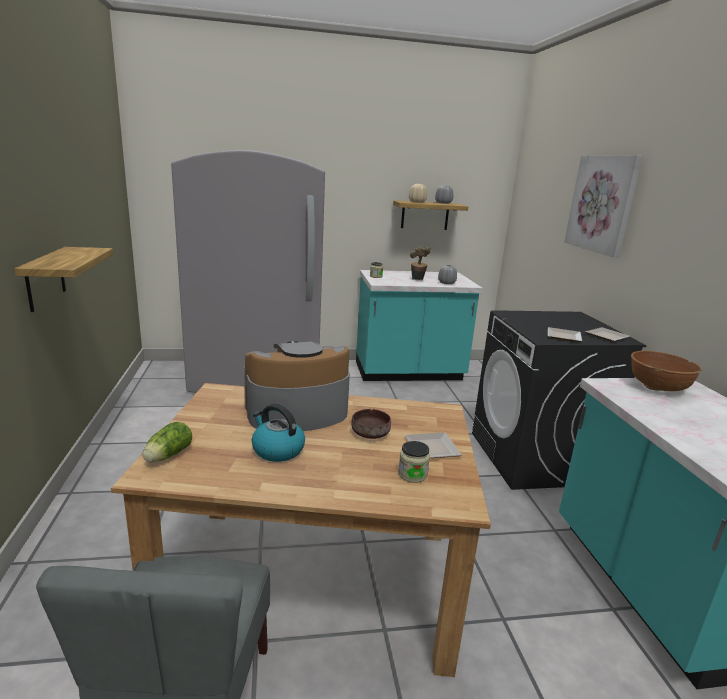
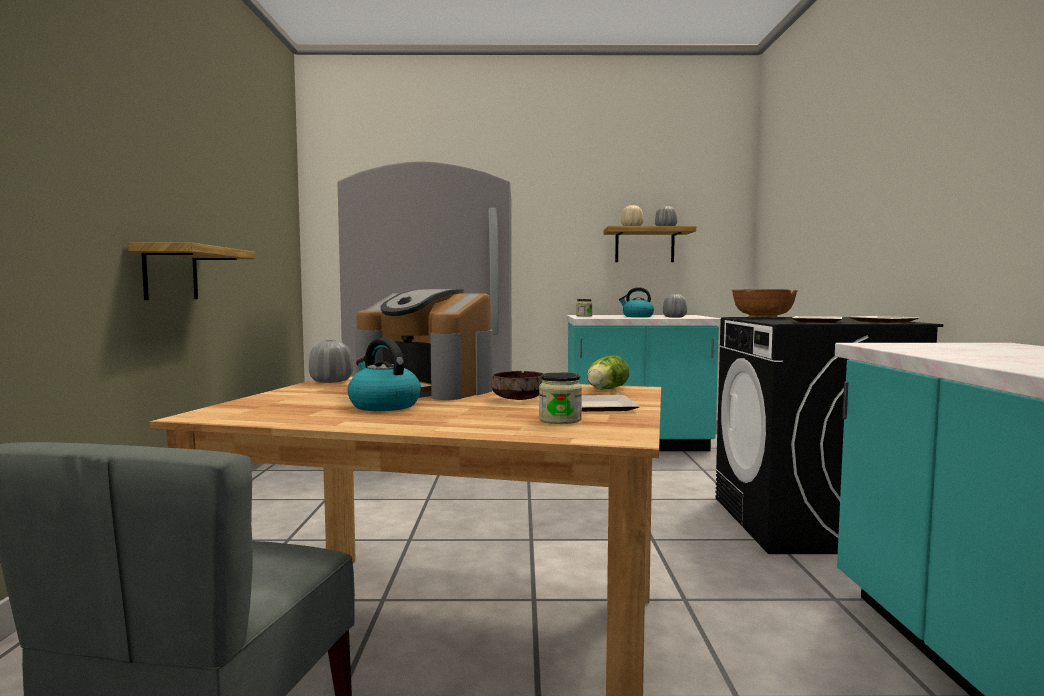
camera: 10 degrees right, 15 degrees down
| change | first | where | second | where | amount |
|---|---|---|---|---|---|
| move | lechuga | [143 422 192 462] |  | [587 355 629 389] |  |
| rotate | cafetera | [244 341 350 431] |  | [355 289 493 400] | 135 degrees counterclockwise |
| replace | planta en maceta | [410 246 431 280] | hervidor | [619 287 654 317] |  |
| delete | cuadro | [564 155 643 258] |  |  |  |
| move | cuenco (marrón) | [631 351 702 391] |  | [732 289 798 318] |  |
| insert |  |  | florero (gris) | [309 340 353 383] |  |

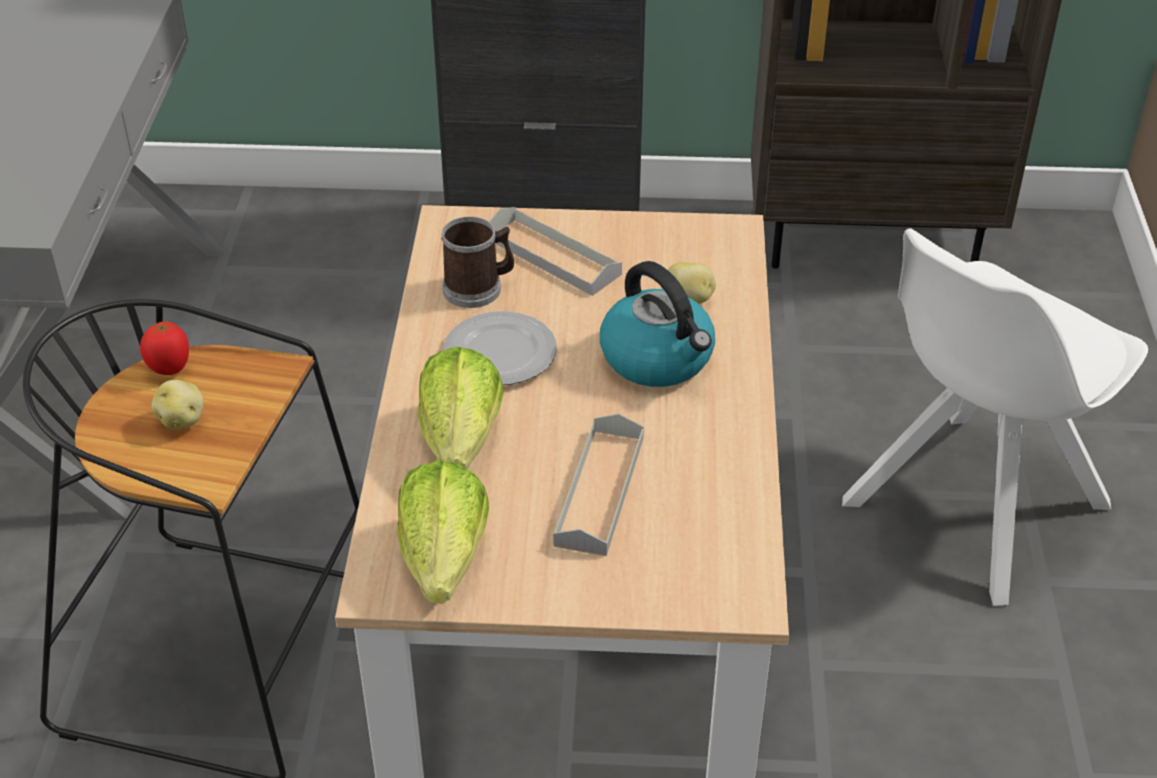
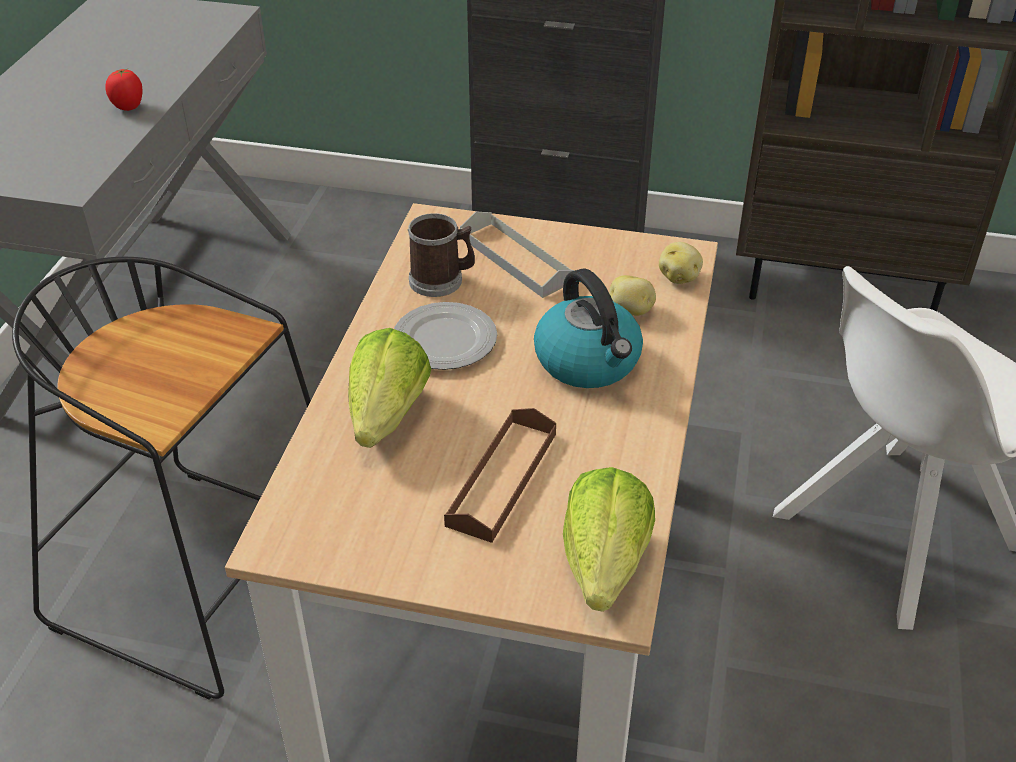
camera: 10 degrees right, 0 degrees up
| change | first | where | second | where | amount |
|---|---|---|---|---|---|
| move | tomate | [140 321 189 375] |  | [105 69 143 111] |  |
| move | patata | [151 380 204 430] |  | [659 242 703 284] |  |
| move | lechuga | [397 460 489 604] |  | [563 467 655 612] |  |
| recolor | bandeja (gris) | [553 414 644 556] | bandeja (marrón) | [444 408 556 543] |  |

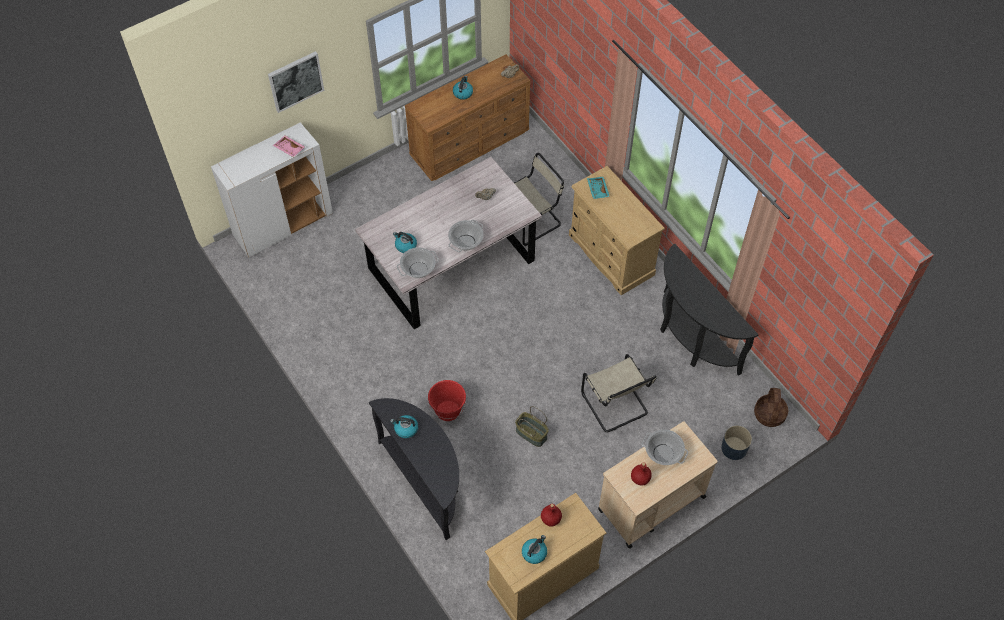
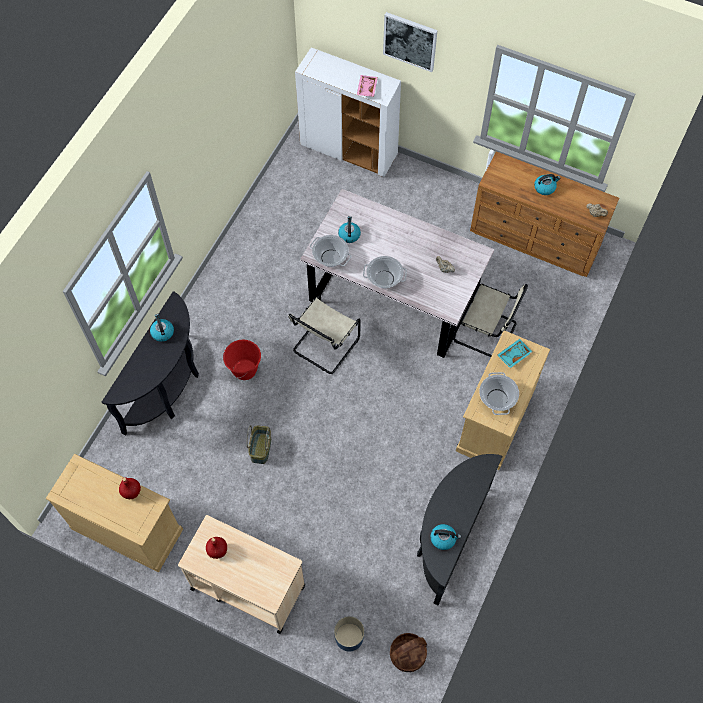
camera: 60 degrees right, 5 degrees up
| change | first | where | second | where | amount |
|---|---|---|---|---|---|
| move | hervidor | [522 535 547 564] |  | [431 524 461 550] |  |
| move | silla (beis) | [581 354 656 432] |  | [288 295 361 374] |  |
| move | olla | [642 429 688 465] |  | [479 372 519 415] |  |

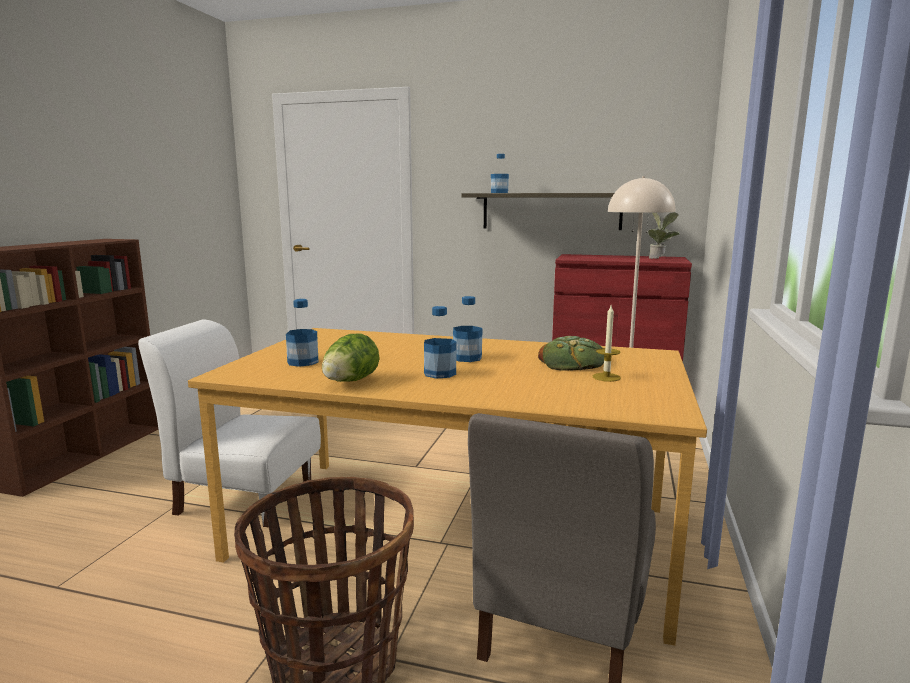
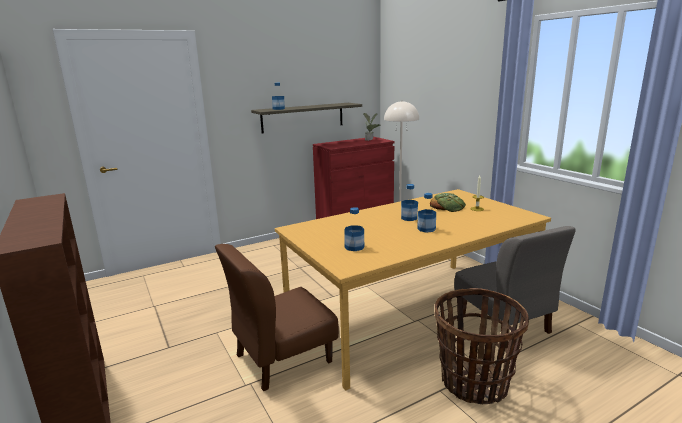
camera: 45 degrees left, 5 degrees up
| change | first | where | second | where | amount |
|---|---|---|---|---|---|
| recolor | silla (blanco) | [138 319 321 527] | silla (marrón) | [215 244 339 391] |  |
| delete | lechuga | [322 333 380 382] |  |  |  |

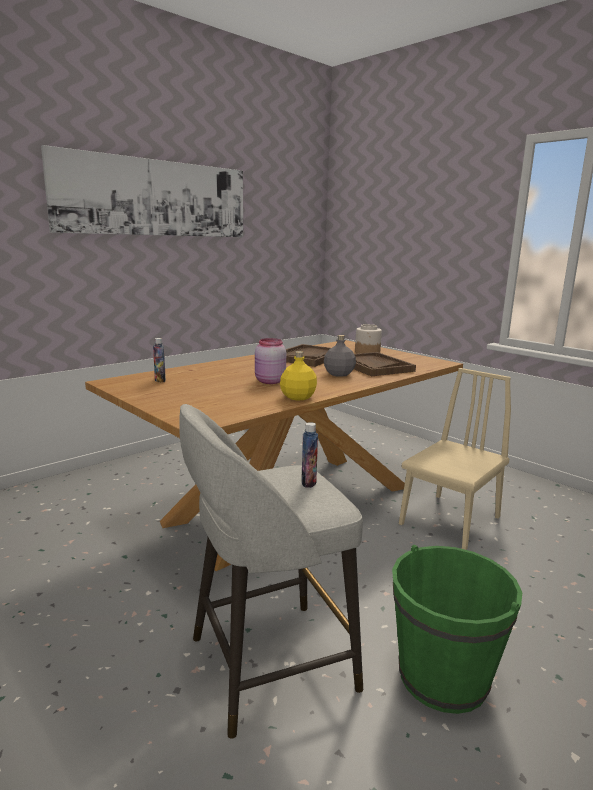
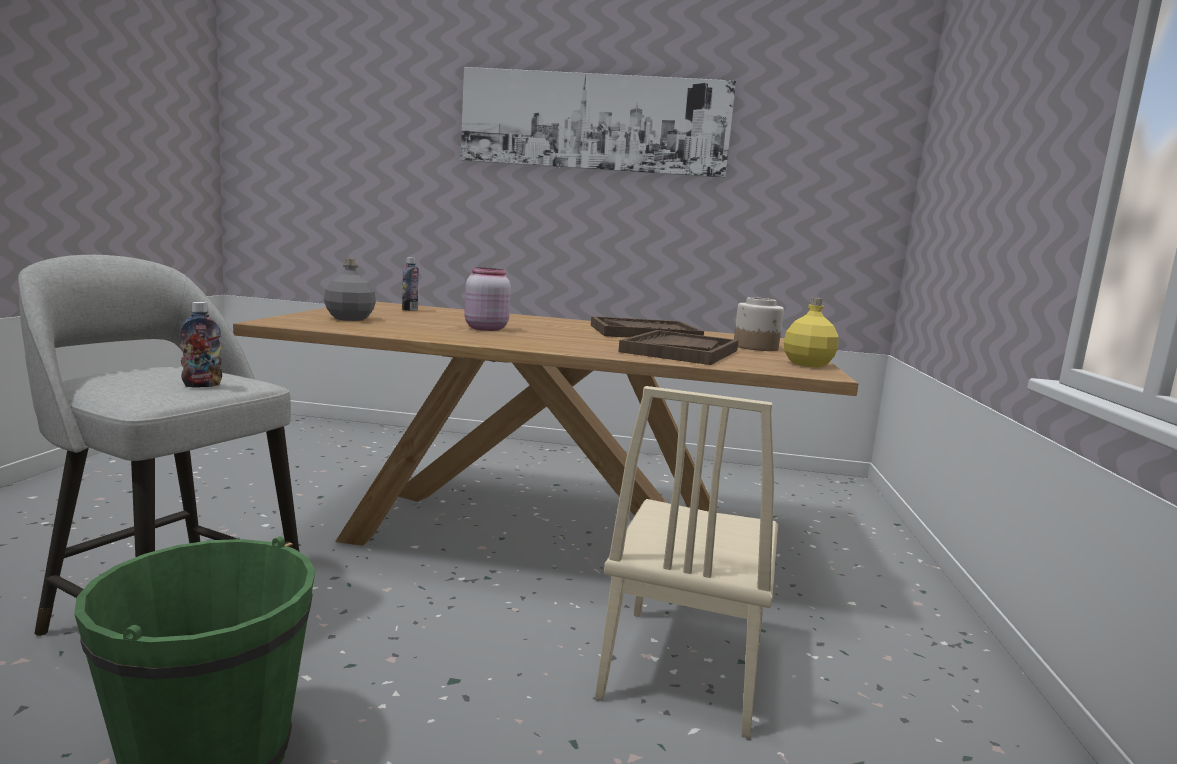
camera: 50 degrees right, 5 degrees down
| change | first | where | second | where | amount |
|---|---|---|---|---|---|
| move | botella (amarillo) | [280 351 317 400] |  | [783 298 838 368] |  |
| move | botella (gris) | [324 335 356 377] |  | [324 258 376 321] |  |
| rotate | silla (beis) | [399 368 511 550] |  | [595 386 778 739] | 105 degrees clockwise |

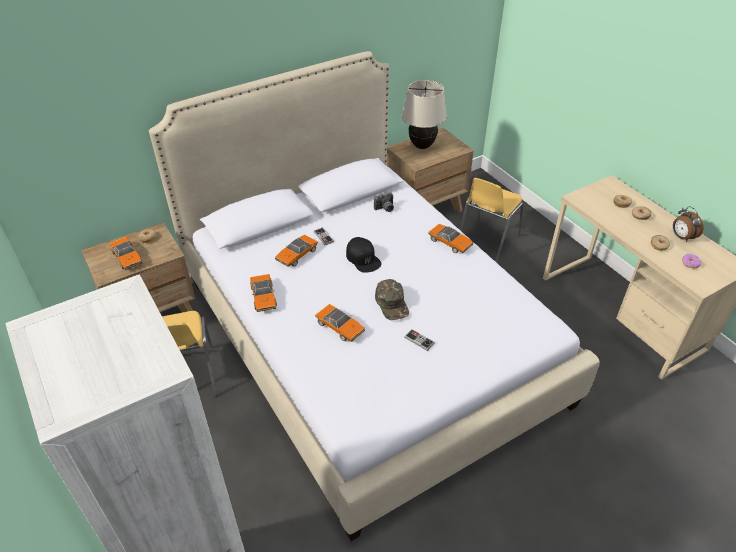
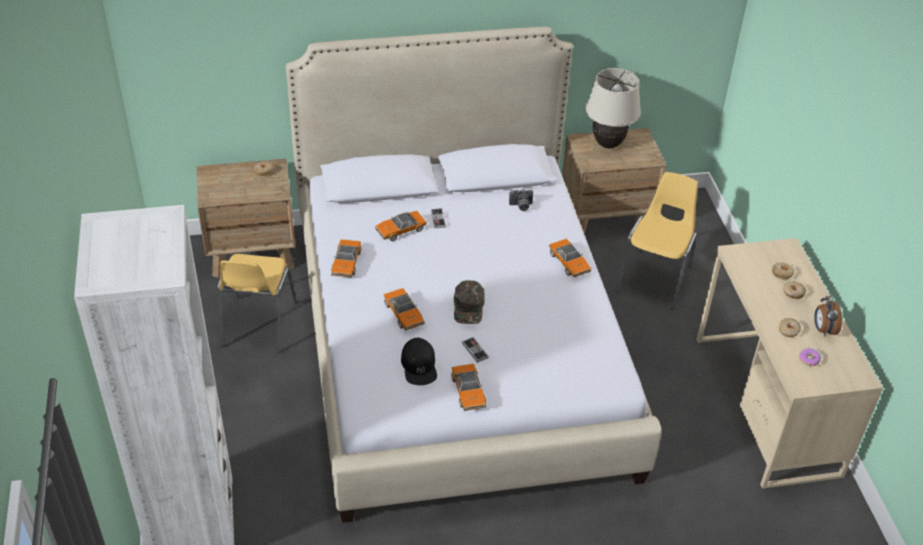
camera: 20 degrees right, 0 degrees up
| change | first | where | second | where | amount |
|---|---|---|---|---|---|
| move | coche de juguete | [109 237 143 270] |  | [451 364 486 411] |  |
| move | gorra (negro) | [346 237 382 273] |  | [401 338 437 385] |  |
| rotate | silla (amarillo) | [460 178 524 263] |  | [616 172 698 310] | 150 degrees clockwise |

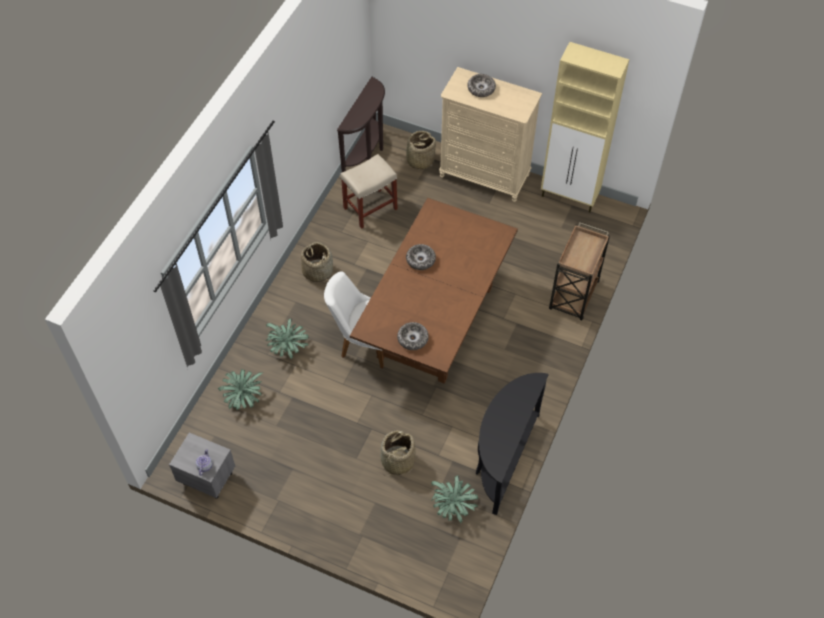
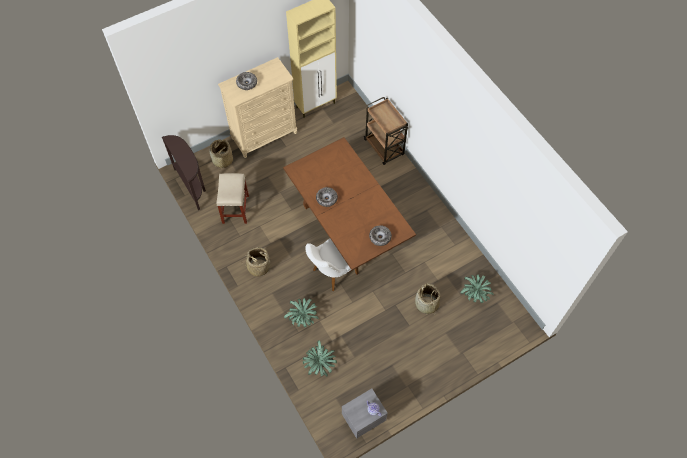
camera: 55 degrees left, 5 degrees up
| change | first | where | second | where | amount |
|---|---|---|---|---|---|
| delete | mesa consola (negro) | [476 373 549 515] |  |  |  |

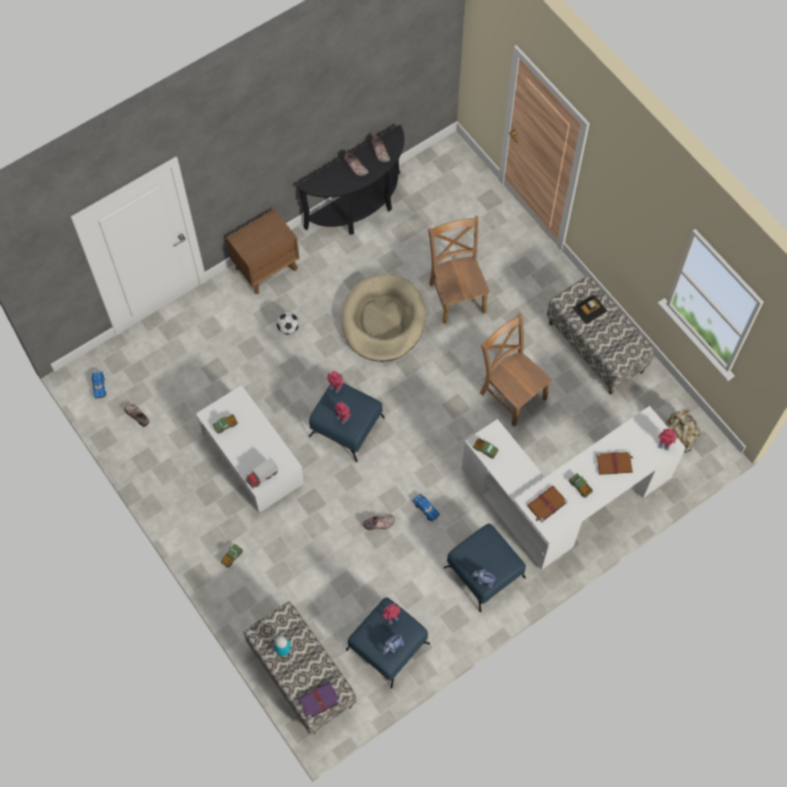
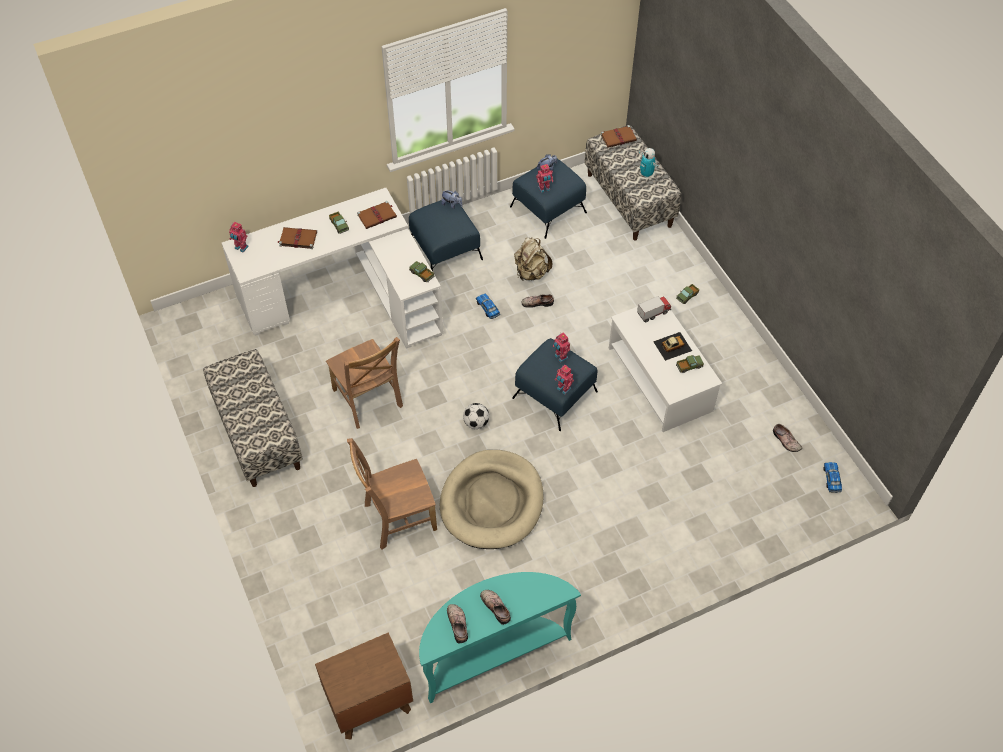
camera: 170 degrees left, 10 degrees down
| change | first | where | second | where | amount |
|---|---|---|---|---|---|
| move | mesita de noche (marrón) | [226 209 299 294] |  | [315 632 413 739] |  |
| move | balón de fútbol | [276 312 299 335] |  | [463 403 489 429] |  |
| recolor | mesa consola (negro) | [296 125 404 235] | mesa consola (turquesa) | [419 572 581 703] |  |
| recolor | libro (morado) | [299 682 340 719] | libro (marrón) | [601 125 637 148] |  |
| rotate | silla (marrón) | [428 216 489 324] |  | [347 438 437 549] | 75 degrees clockwise |
| move | coche de juguete | [572 295 607 324] |  | [653 332 692 361] |  |
| move | mochila (beis) | [665 409 701 453] |  | [514 238 552 280] |  |

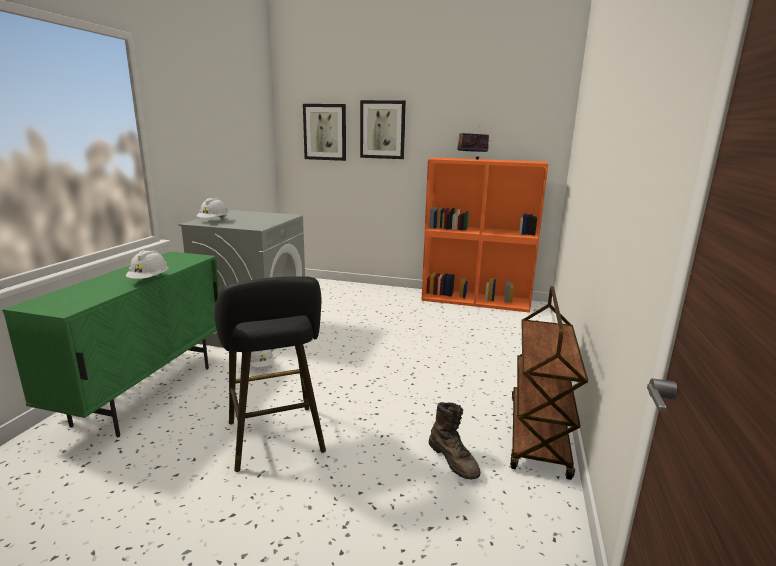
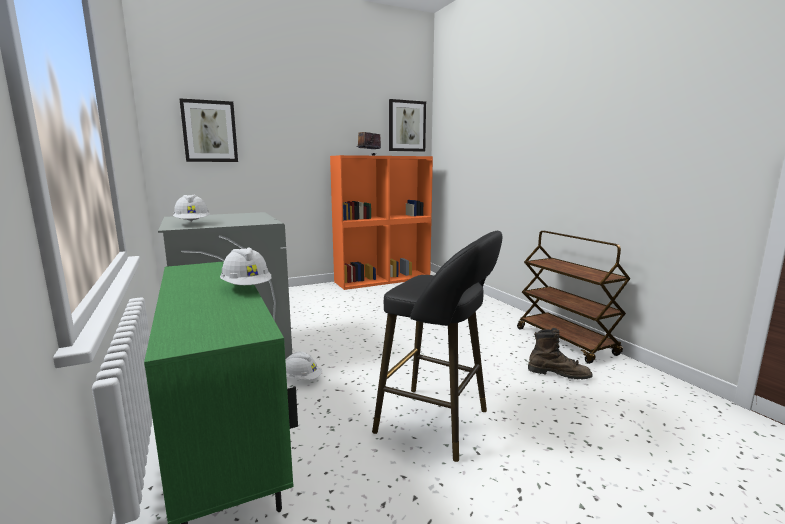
camera: 40 degrees left, 5 degrees down
| change | first | where | second | where | amount |
|---|---|---|---|---|---|
| move | cuadro | [360 100 406 159] |  | [389 99 426 152] |  |

